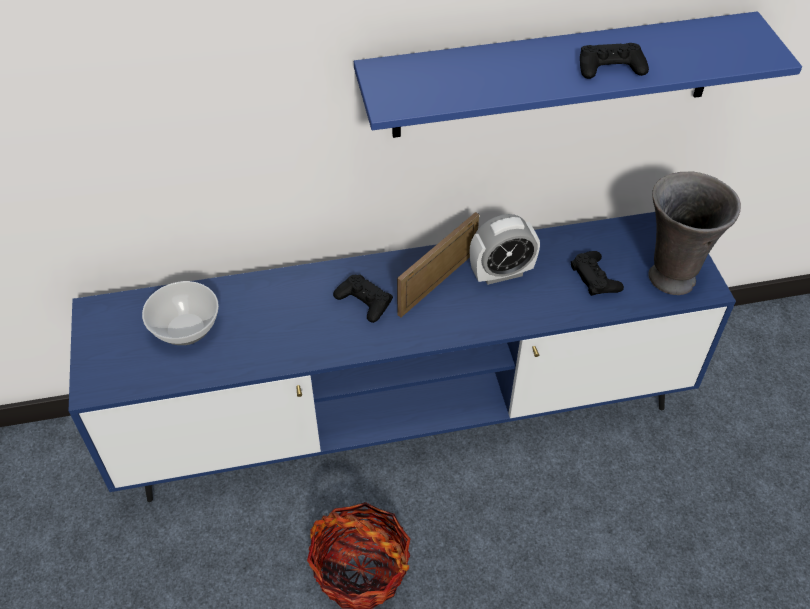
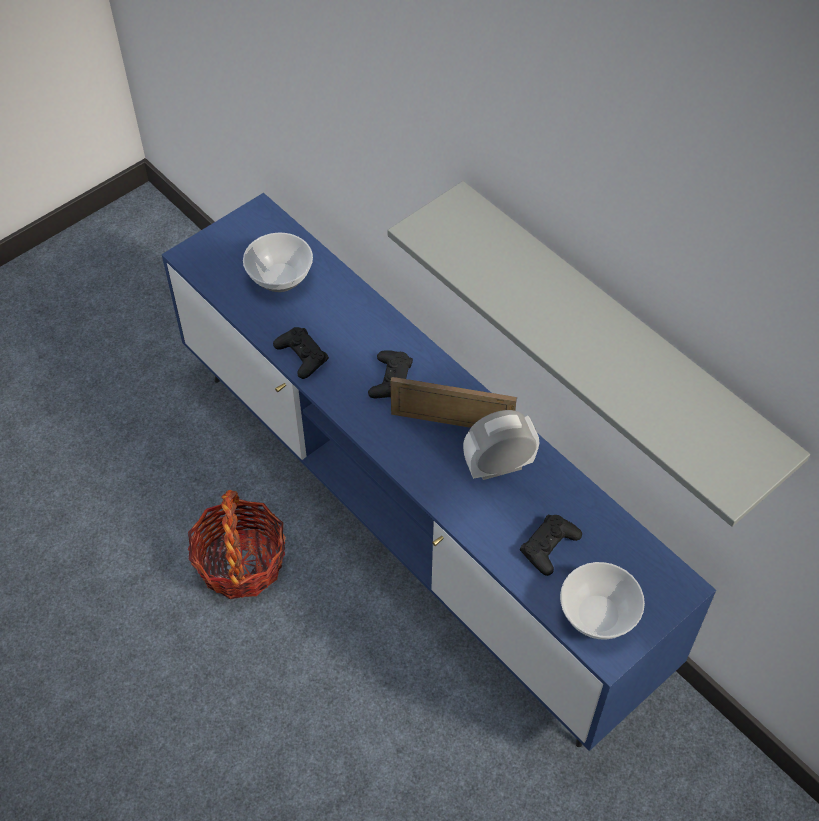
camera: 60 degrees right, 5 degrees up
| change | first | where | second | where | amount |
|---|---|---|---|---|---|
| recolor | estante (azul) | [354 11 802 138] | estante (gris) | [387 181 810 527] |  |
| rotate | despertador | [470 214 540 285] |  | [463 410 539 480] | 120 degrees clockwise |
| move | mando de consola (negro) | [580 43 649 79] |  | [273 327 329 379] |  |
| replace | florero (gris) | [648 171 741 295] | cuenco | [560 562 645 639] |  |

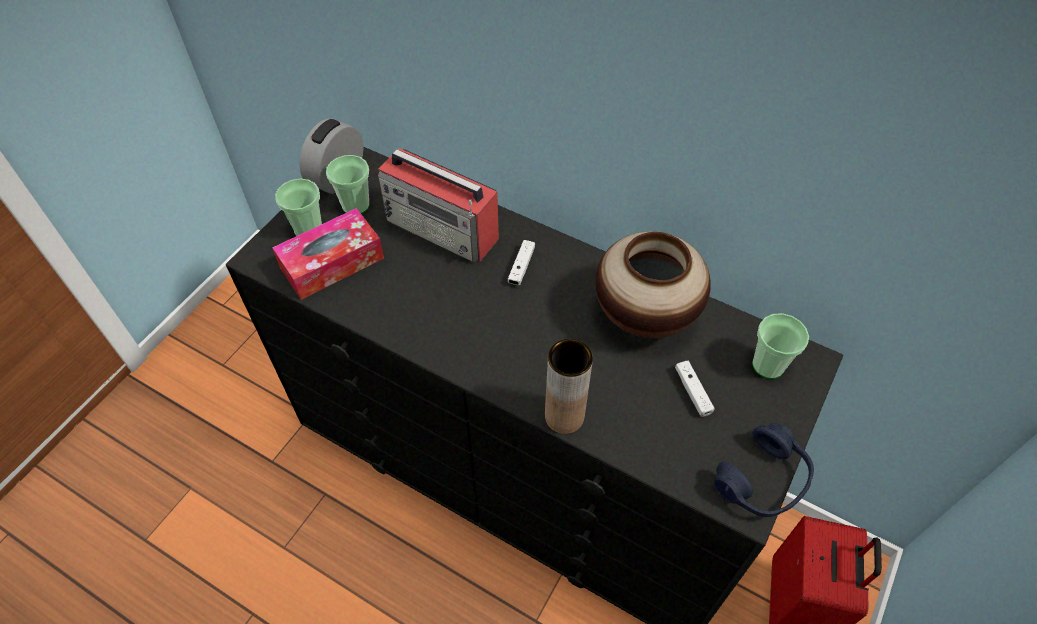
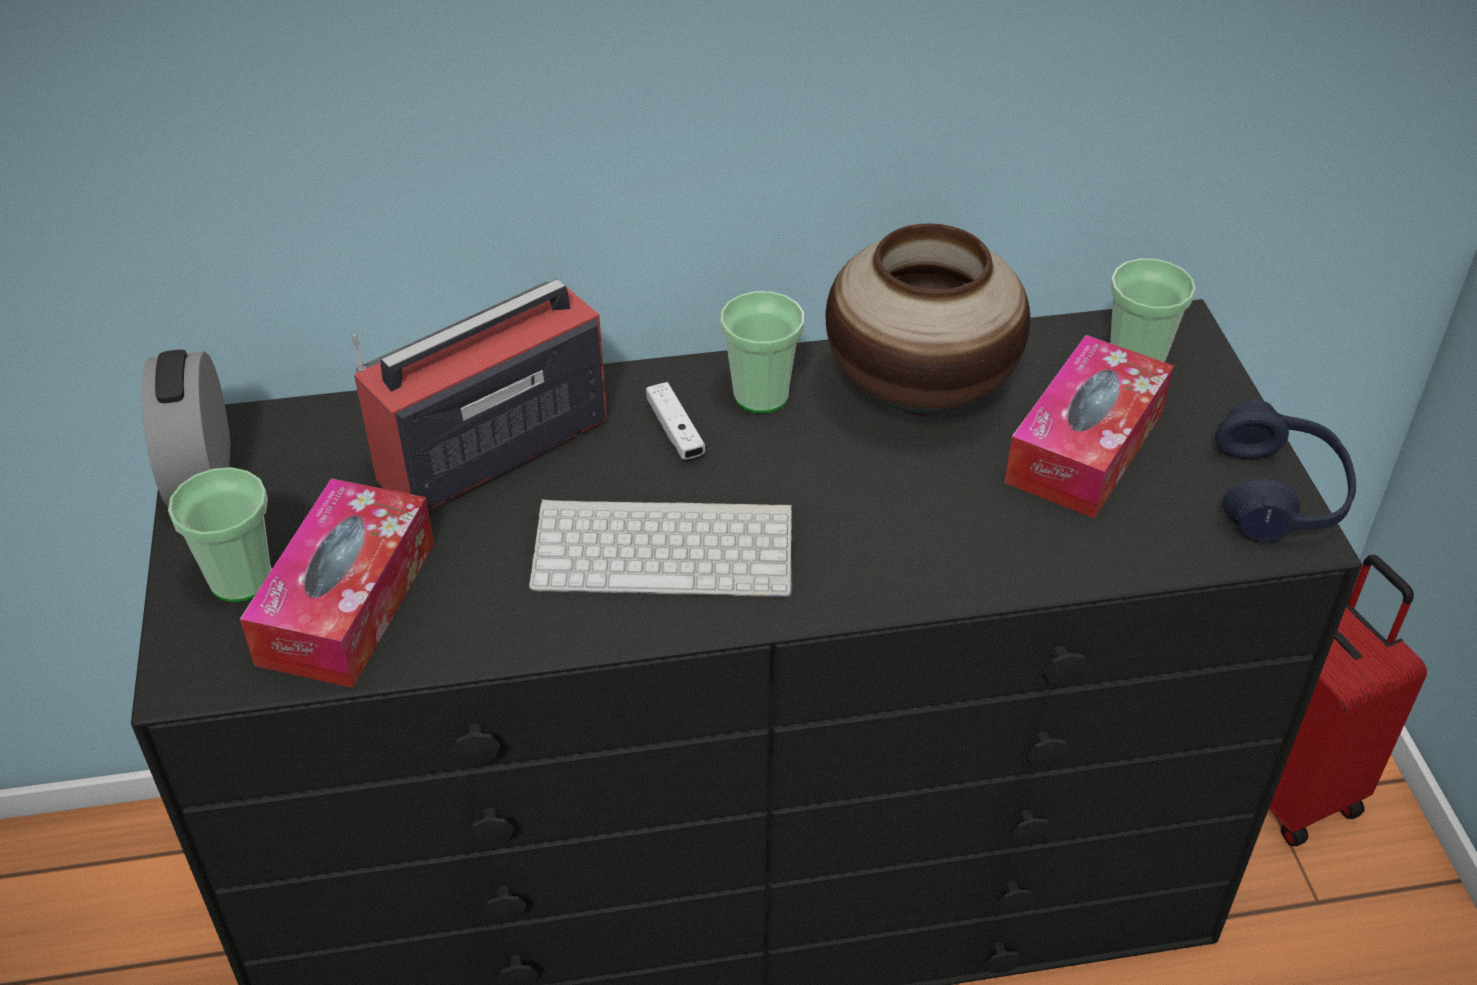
camera: 40 degrees left, 10 degrees down
| change | first | where | second | where | amount |
|---|---|---|---|---|---|
| move | taza | [326 155 370 214] |  | [720 291 804 413] |  |
| rotate | radio | [378 148 499 262] |  | [352 279 607 511] | 150 degrees clockwise |
| delete | florero (marrón) | [545 339 593 434] |  |  |  |
| replace | mando de consola (blanco) | [675 361 715 417] | caja de pañuelos | [1005 335 1174 519] |  |
| insert |  |  | teclado | [529 499 793 597] |  |

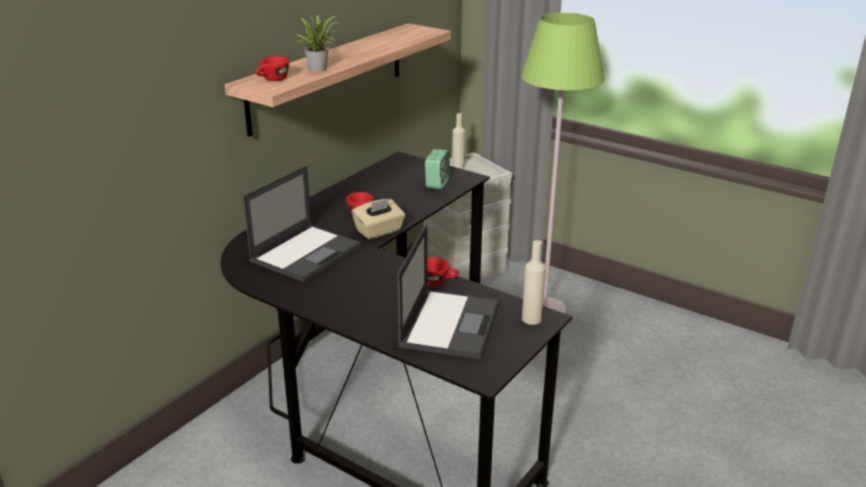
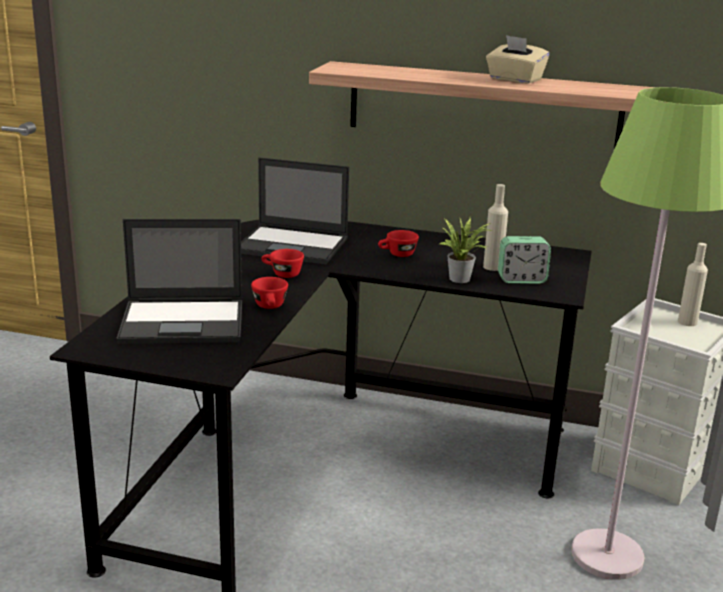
camera: 70 degrees right, 5 degrees down
| change | first | where | second | where | amount |
|---|---|---|---|---|---|
| move | taza (rojo) | [255 56 290 81] |  | [261 249 304 278] |  |
| move | planta en maceta | [294 14 339 72] |  | [438 218 492 283] |  |
| move | caja de pañuelos (beis) | [352 199 405 239] |  | [486 35 549 84] |  |
| move | botella (beis) | [522 240 546 325] |  | [483 184 508 271] |  |

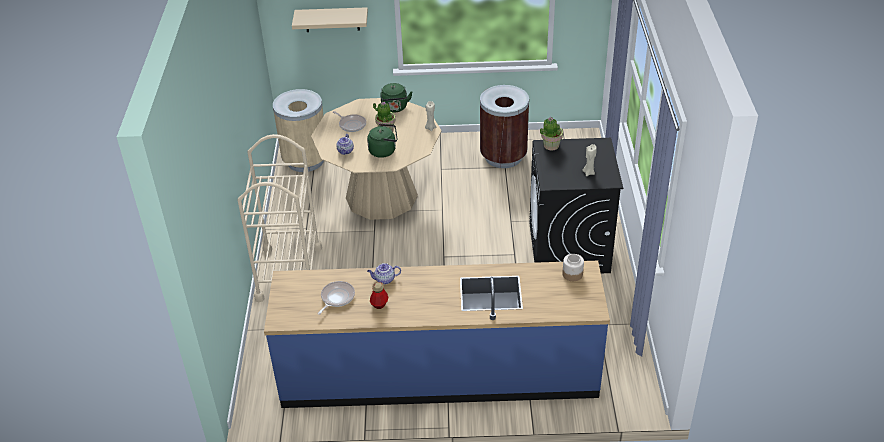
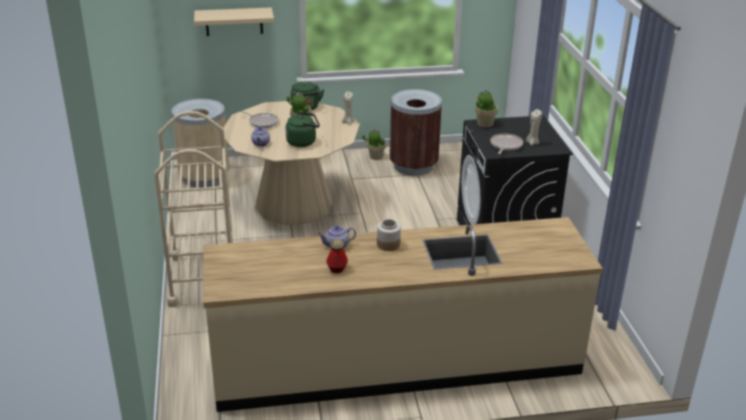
camera: 10 degrees left, 10 degrees down
| change | first | where | second | where | amount |
|---|---|---|---|---|---|
| recolor | mueble bajo de cocina (azul) | [264 261 610 408] | mueble bajo de cocina (beis) | [203 217 603 412] |  |
| move | sartén | [318 281 355 315] |  | [490 133 523 154] |  |
| move | tarro | [562 254 584 281] |  | [377 219 401 251] |  |
| insert |  |  | planta en maceta | [362 129 386 160] |  |

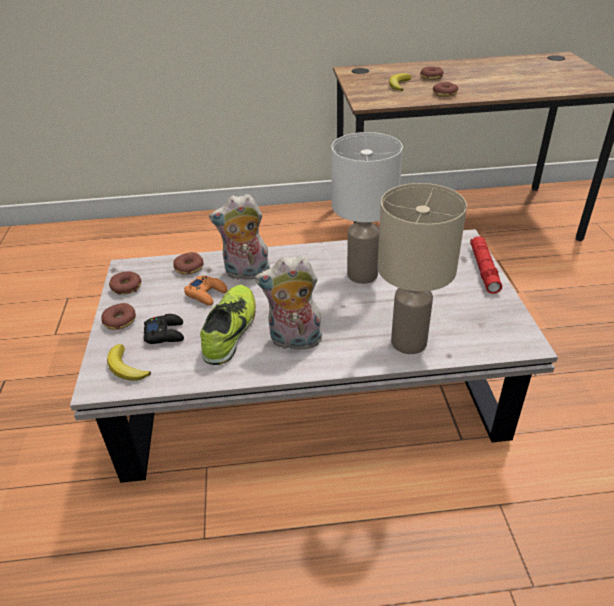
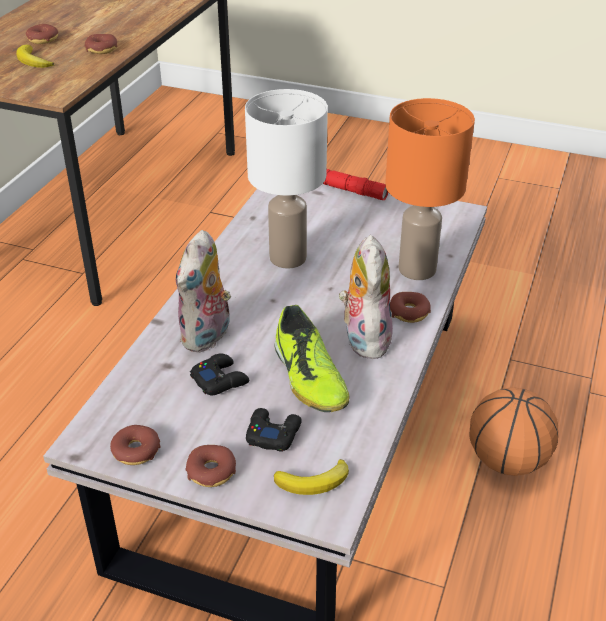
camera: 65 degrees left, 0 degrees up
| change | first | where | second | where | amount |
|---|---|---|---|---|---|
| move | rosquilla | [173 252 204 275] |  | [390 292 431 323] |  |
| recolor | mando de consola (naranja) | [184 276 228 306] | mando de consola (negro) | [190 353 249 396] |  |
| rotate | zapato | [200 285 256 365] |  | [275 305 350 412] | 150 degrees counterclockwise |
| rotate | peluche | [255 255 322 350] |  | [339 235 393 359] | 150 degrees clockwise |
| recolor | lámpara de mesa (beis) | [377 183 467 354] | lámpara de mesa (naranja) | [385 98 475 280] |  |
| insert |  |  | balón de baloncesto | [470 387 559 476] |  |

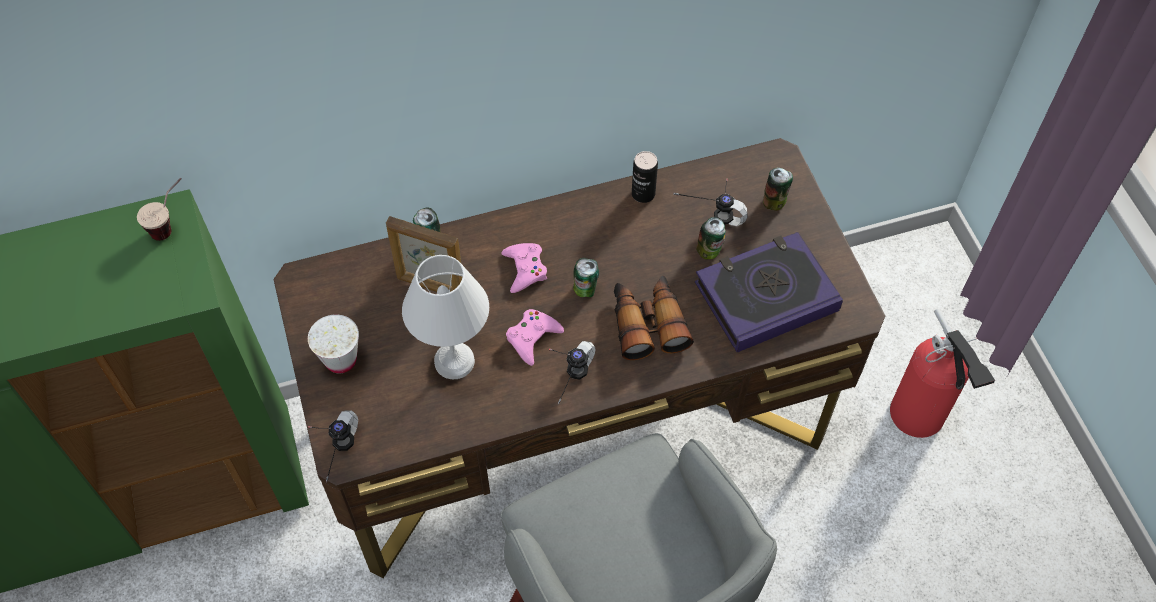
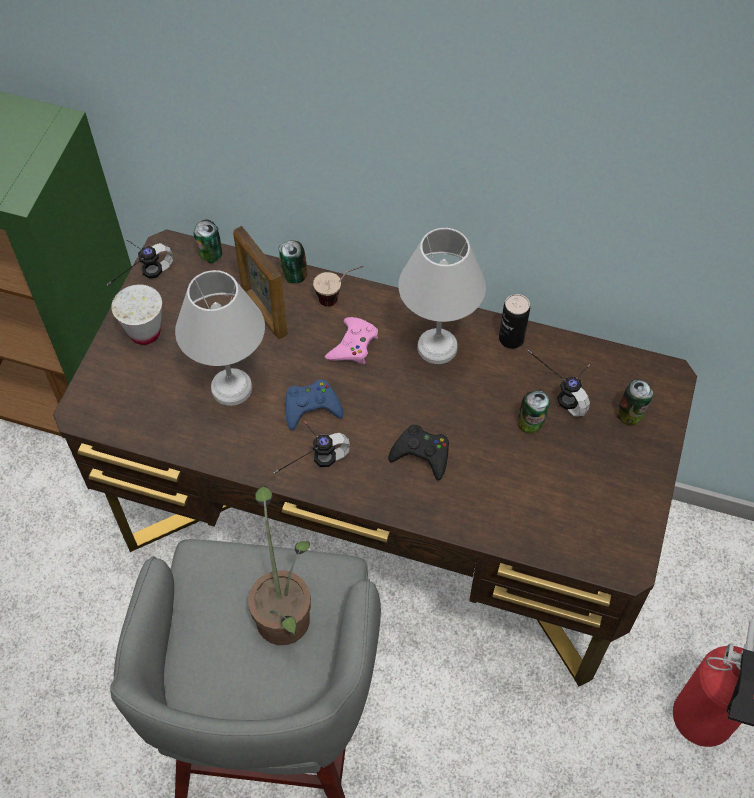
camera: 35 degrees right, 0 degrees up
| change | first | where | second | where | amount |
|---|---|---|---|---|---|
| move | taza | [137 178 181 241] |  | [313 266 364 307] |  |
| move | auriculares | [308 410 358 483] |  | [107 239 173 286] |  |
| recolor | mando de consola (rosa) | [506 309 564 366] | mando de consola (azul) | [285 379 343 431] |  |
| move | lata | [573 258 599 297] |  | [193 220 222 263] |  |
| replace | prismáticos | [614 275 694 360] | mando de consola (negro) | [388 425 449 481] |  |
| delete | libro | [695 232 843 352] |  |  |  |
| insert |  |  | planta en maceta | [248 486 311 645] |  |
| insert |  |  | lámpara de mesa (blanco) | [398 228 486 364] |  |

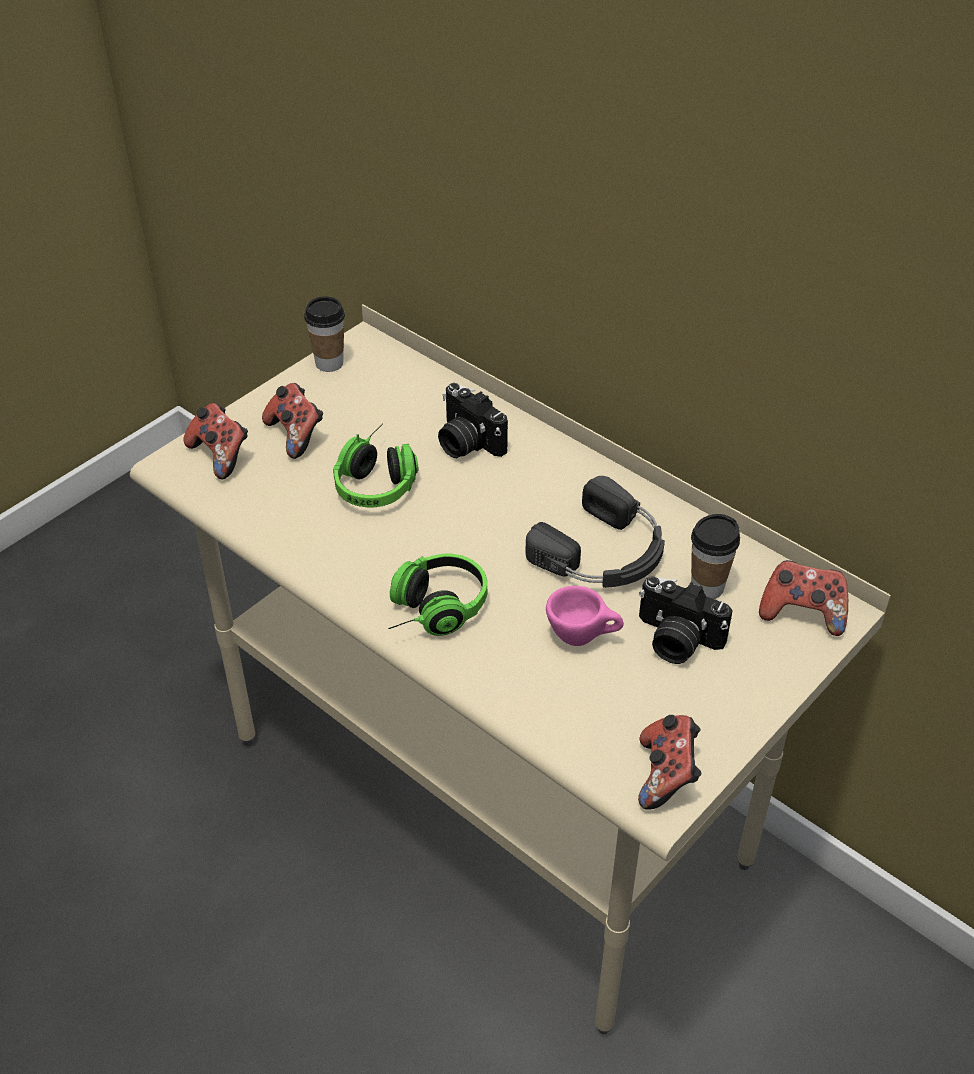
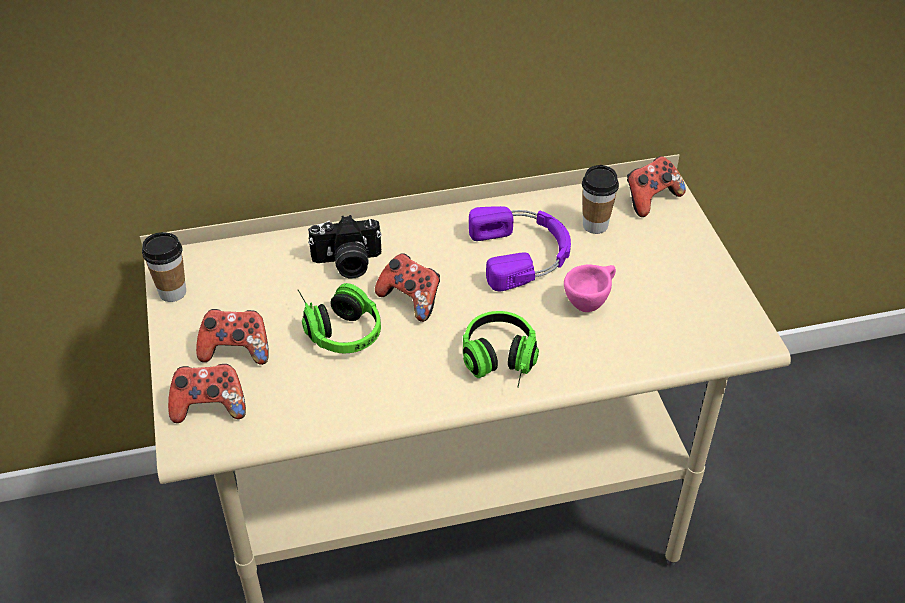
camera: 55 degrees left, 0 degrees up
| change | first | where | second | where | amount |
|---|---|---|---|---|---|
| recolor | auriculares (negro) | [525 476 665 588] | auriculares (morado) | [469 206 571 291] |  |
| move | mando de consola | [638 715 701 810] |  | [375 253 440 322] |  |
| delete | cámara | [639 576 733 664] |  |  |  |

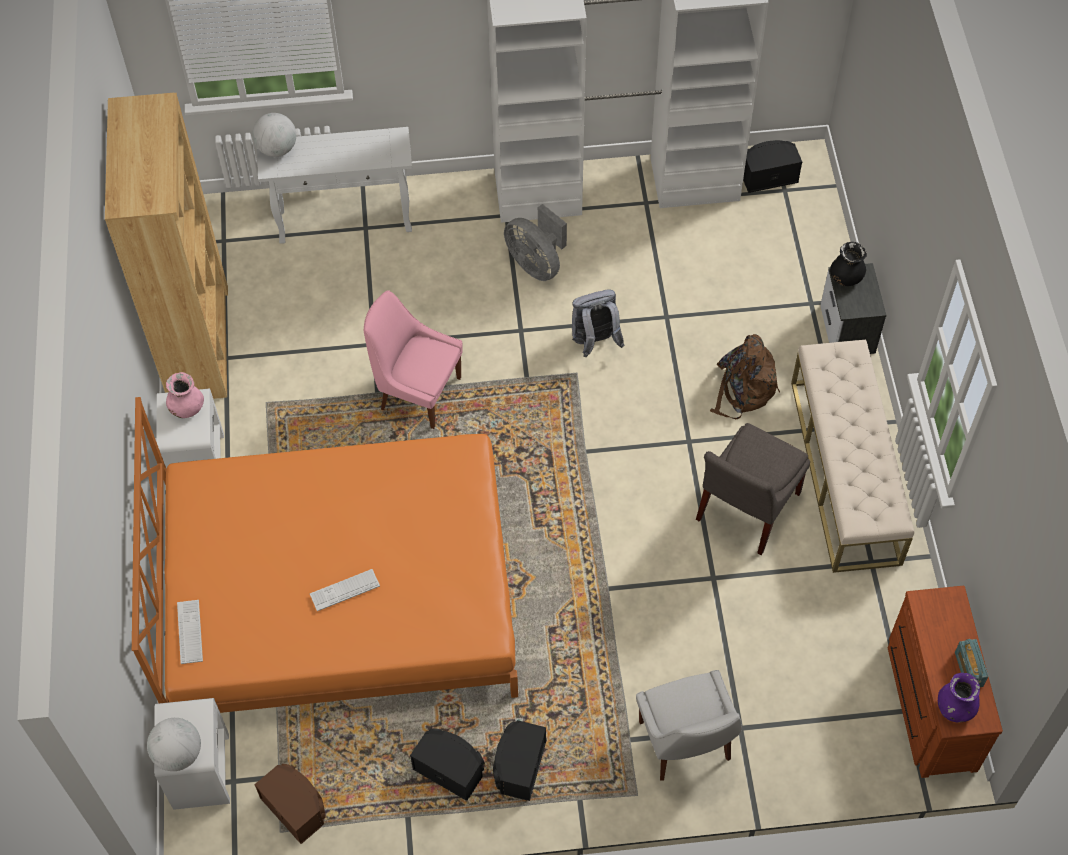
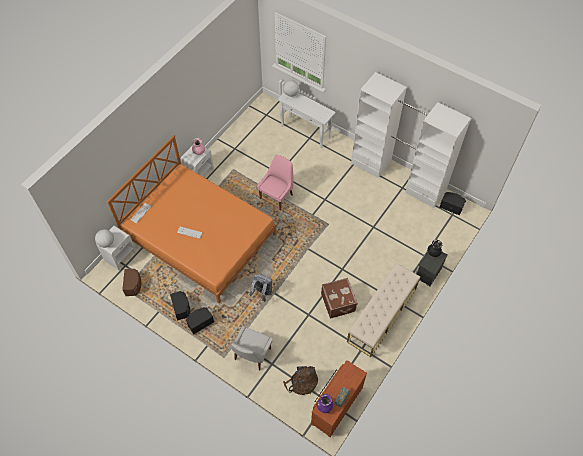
camera: 40 degrees right, 0 degrees up
| change | first | where | second | where | amount |
|---|---|---|---|---|---|
| delete | estantería (marrón) | [105 93 228 399] |  |  |  |
| rotate | silla (rosa) | [364 290 463 429] |  | [257 155 294 210] | 60 degrees clockwise |
| delete | ventilador (gris) | [504 204 567 281] |  |  |  |
| move | mochila (gris) | [572 289 625 357] |  | [250 274 272 302] |  |
| replace | silla (gris) | [696 423 810 555] | maleta (marrón) | [321 278 358 318] |  |
| move | mochila (marrón) | [710 334 780 419] |  | [283 366 318 395] |  |

